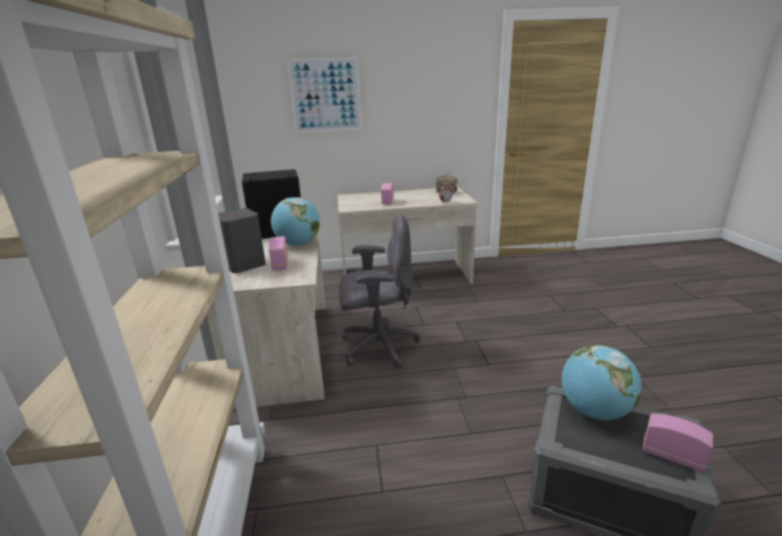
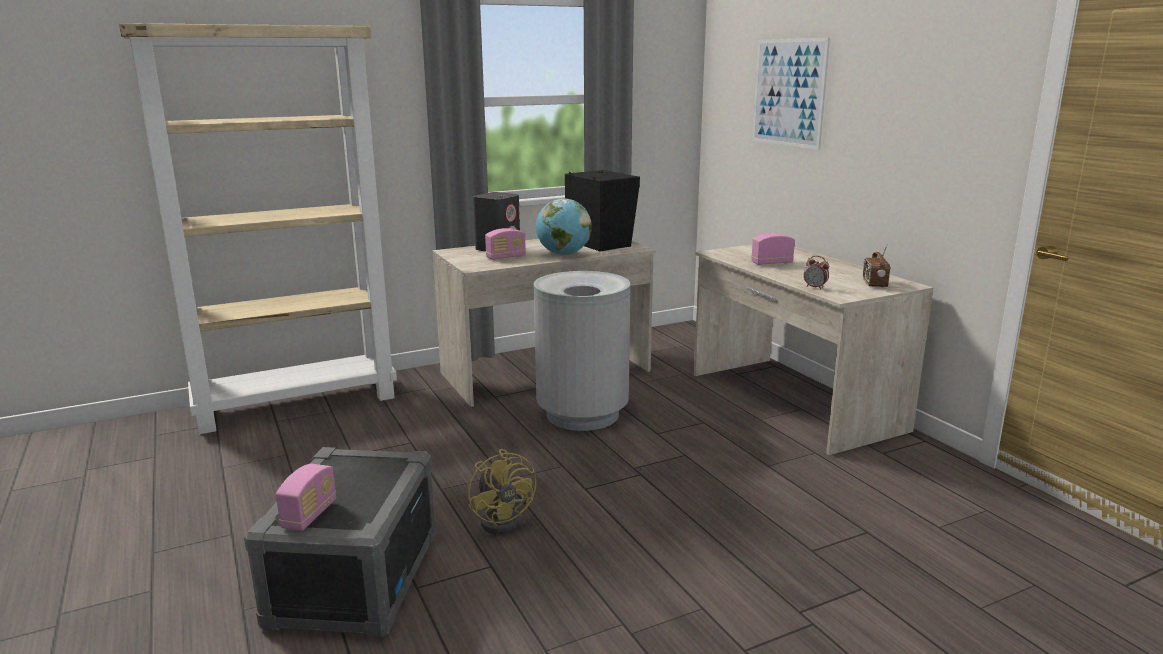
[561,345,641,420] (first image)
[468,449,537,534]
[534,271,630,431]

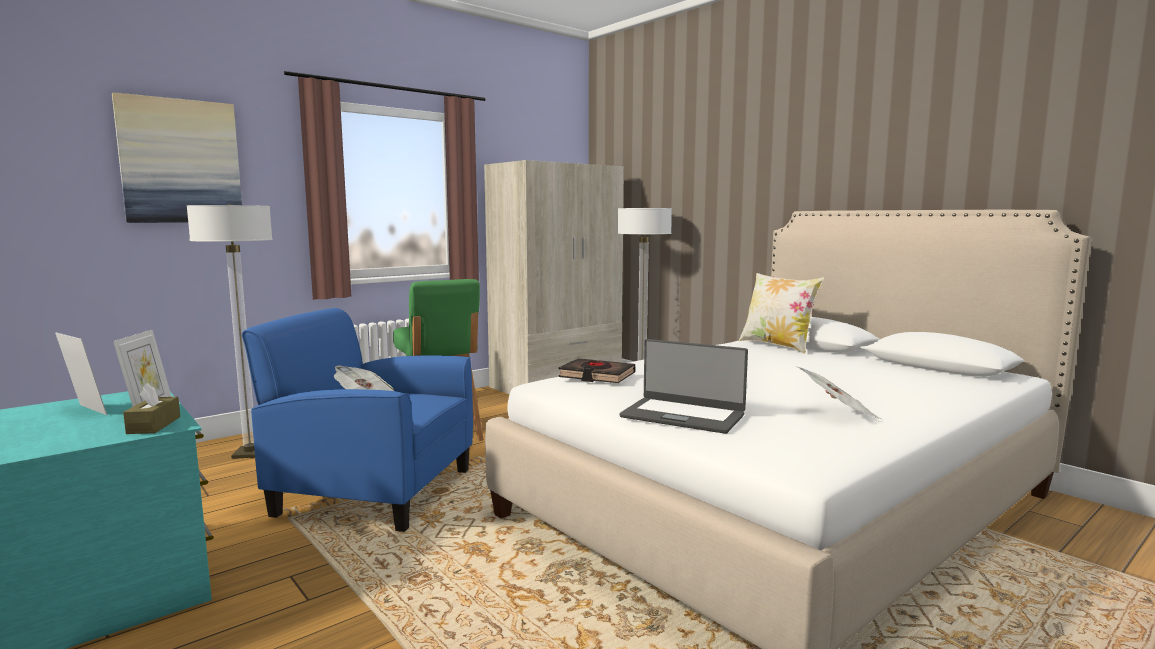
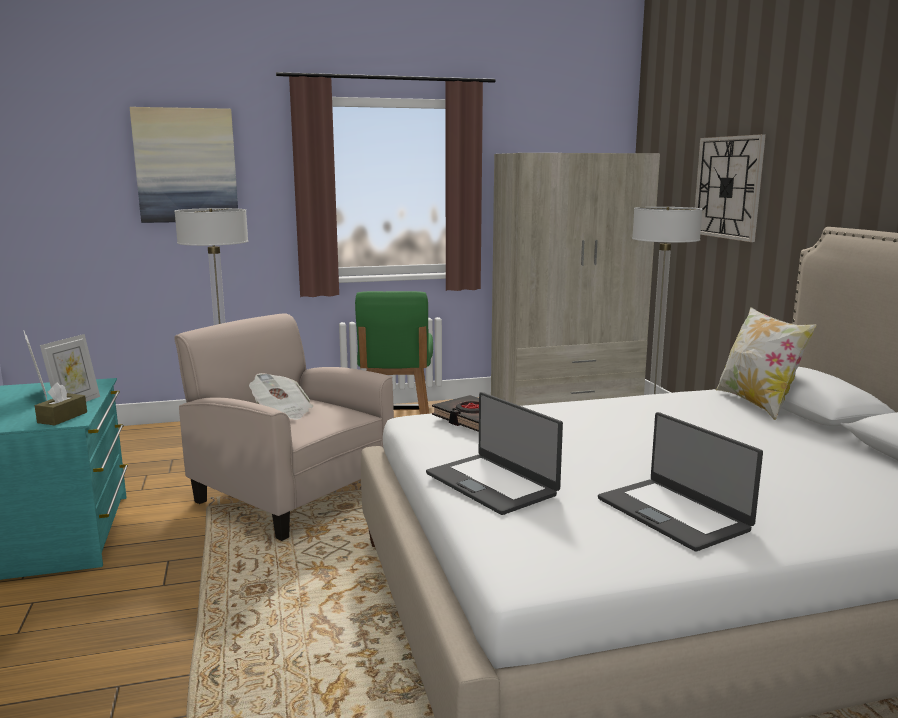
[695,134,766,242]
[598,412,763,552]
[174,313,394,541]

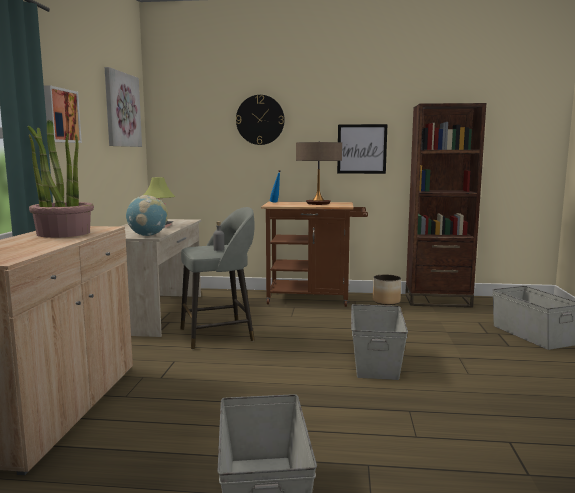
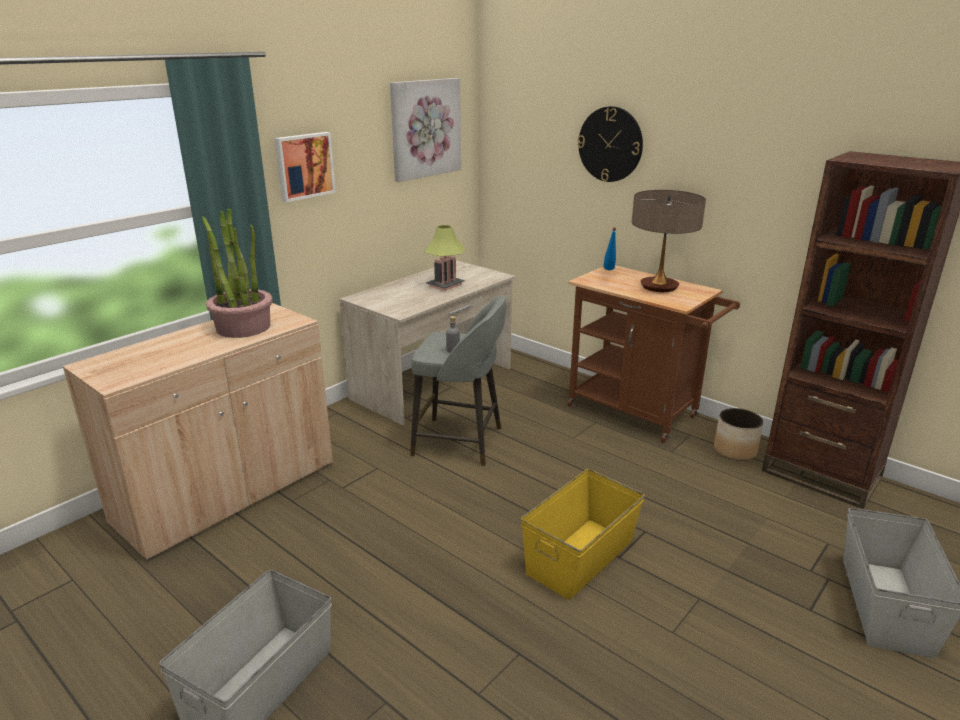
[126,195,168,236] (first image)
[337,124,387,174] (first image)
[521,469,645,600]

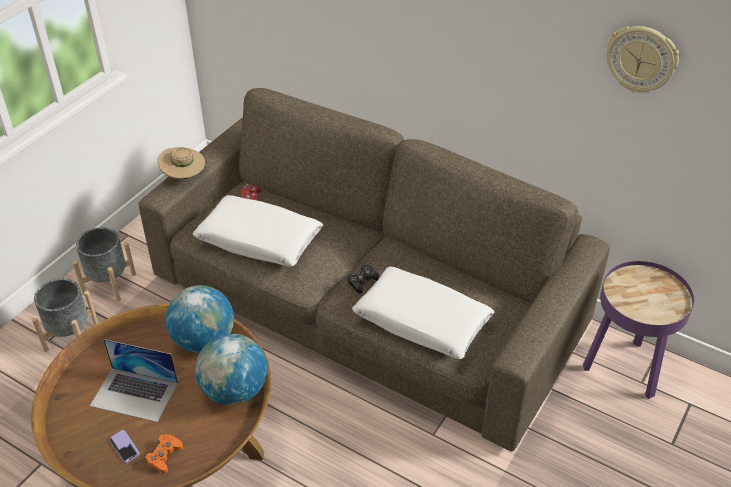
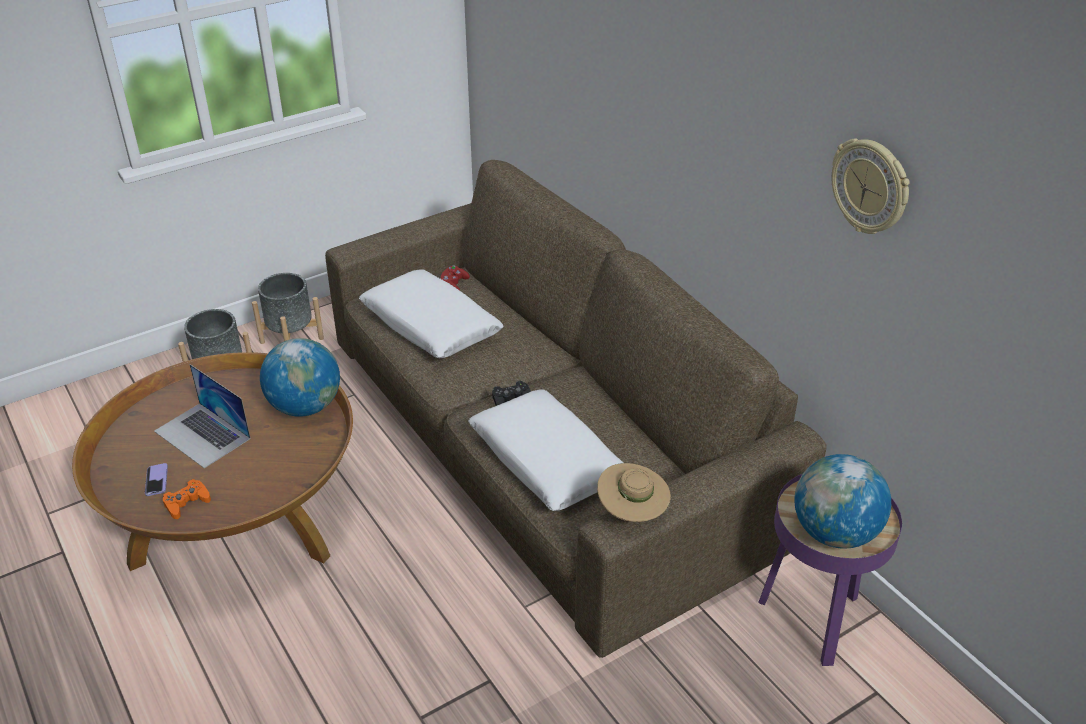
[597,463,671,522]
[794,454,891,548]

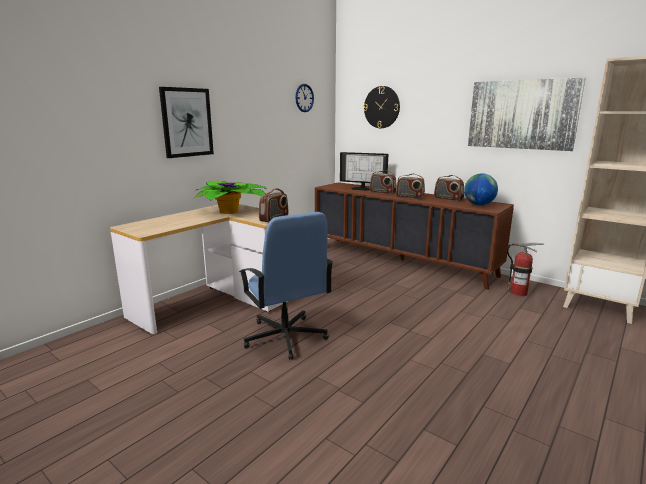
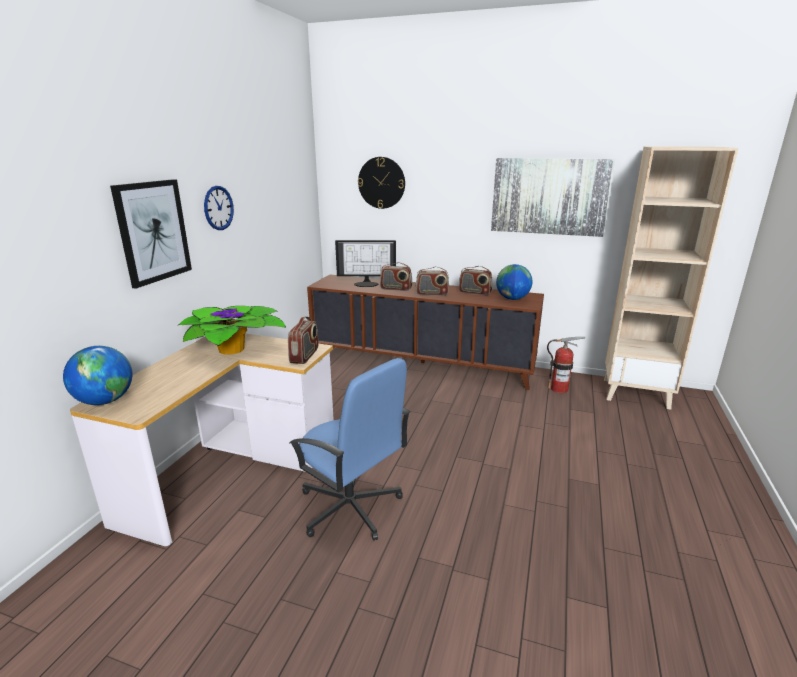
[63,346,133,405]
[204,186,234,230]

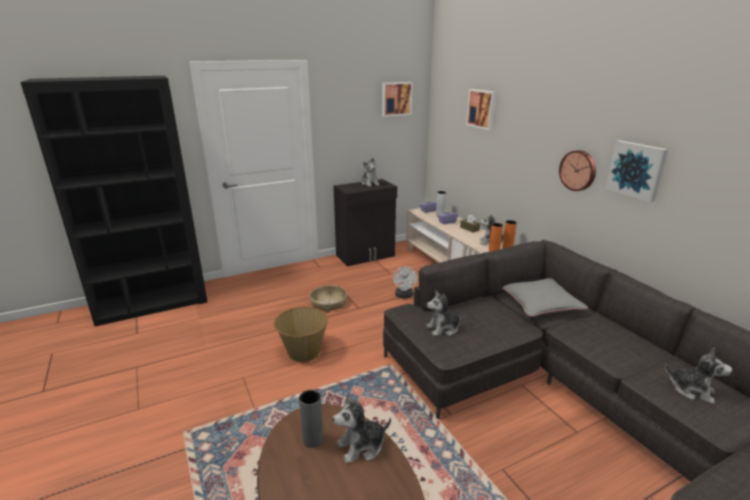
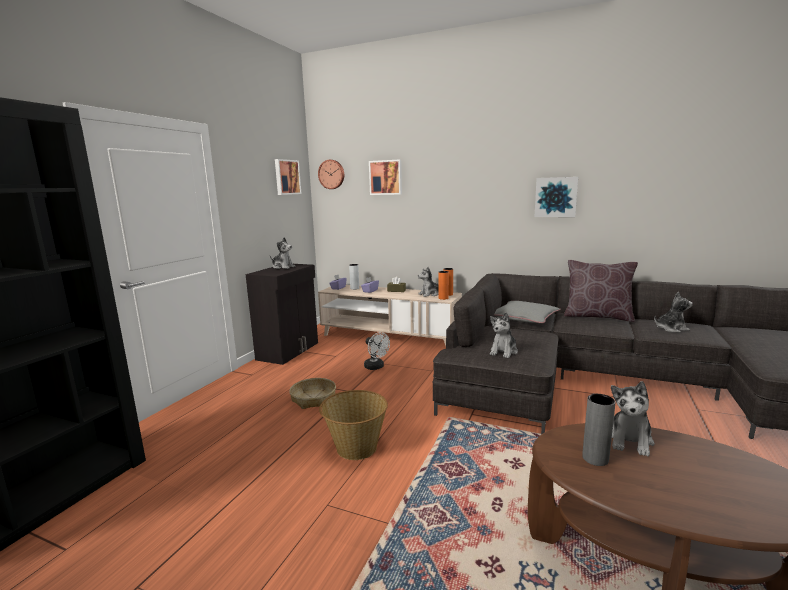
[564,260,638,322]
[318,160,344,189]

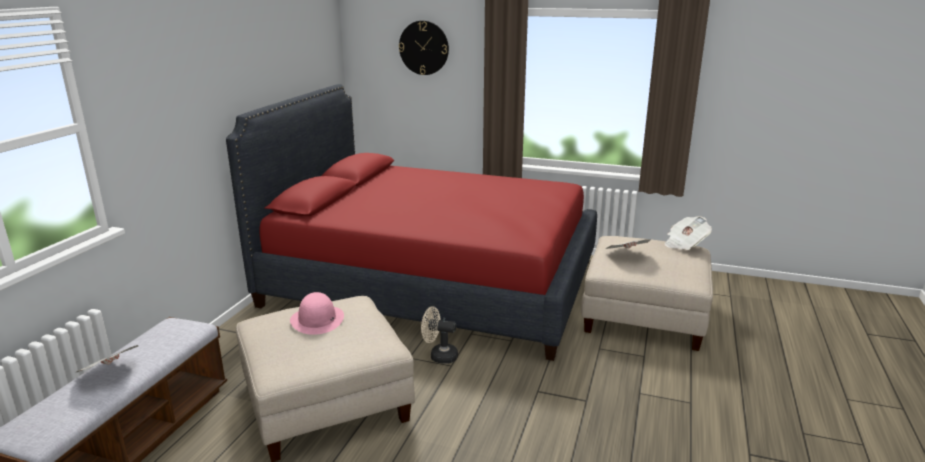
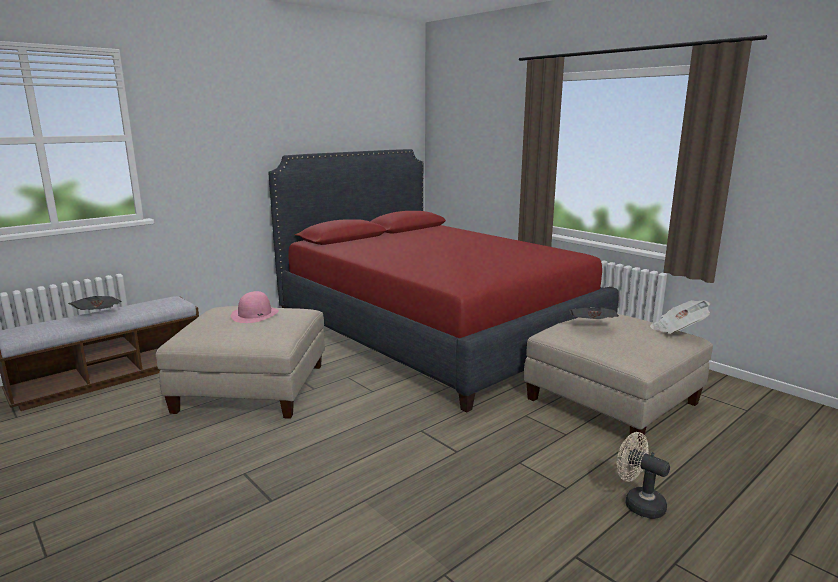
[399,21,449,75] (first image)
[617,432,670,519]

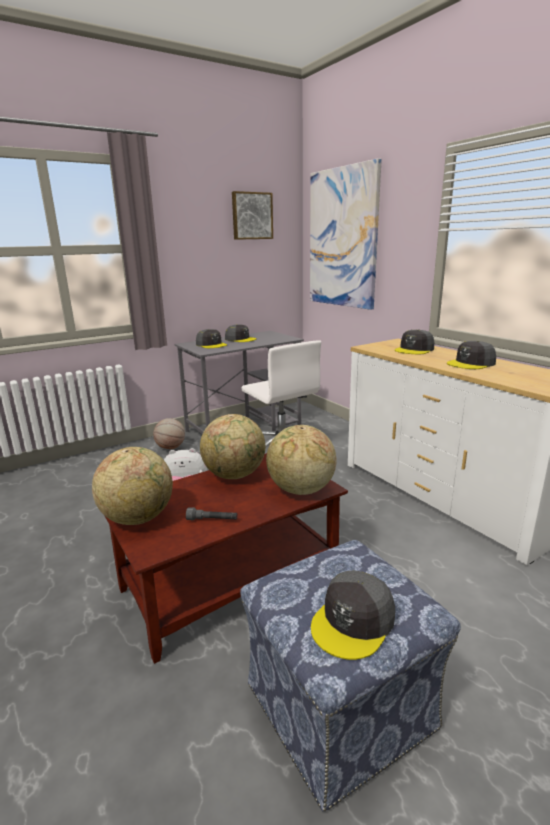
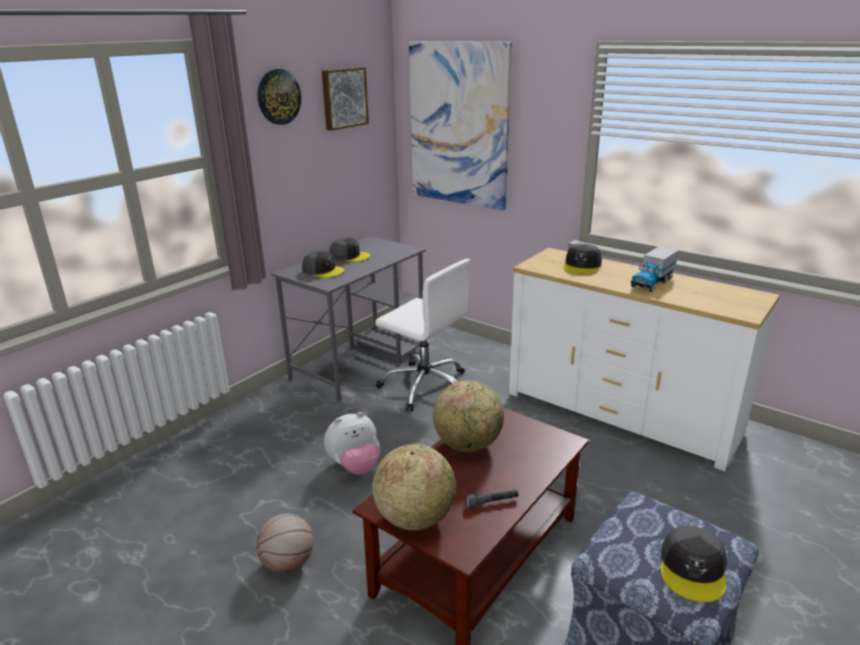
[266,425,337,495] (first image)
[258,69,301,125]
[256,514,314,573]
[631,247,678,292]

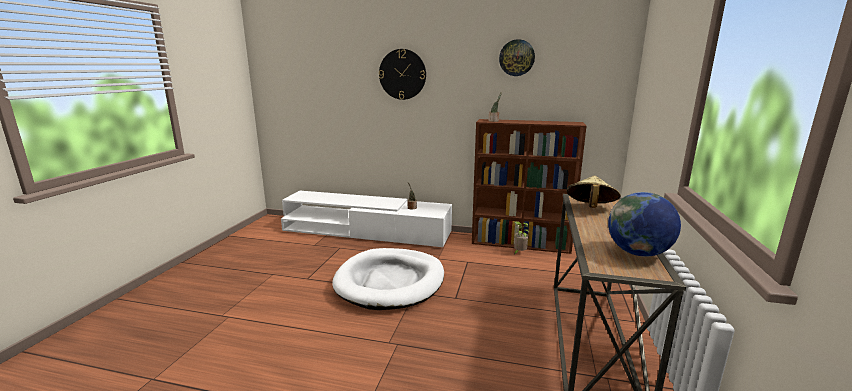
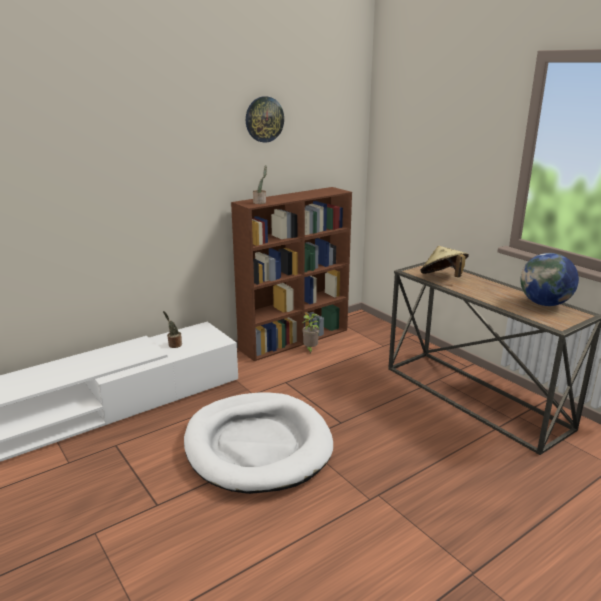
[379,49,426,100] (first image)

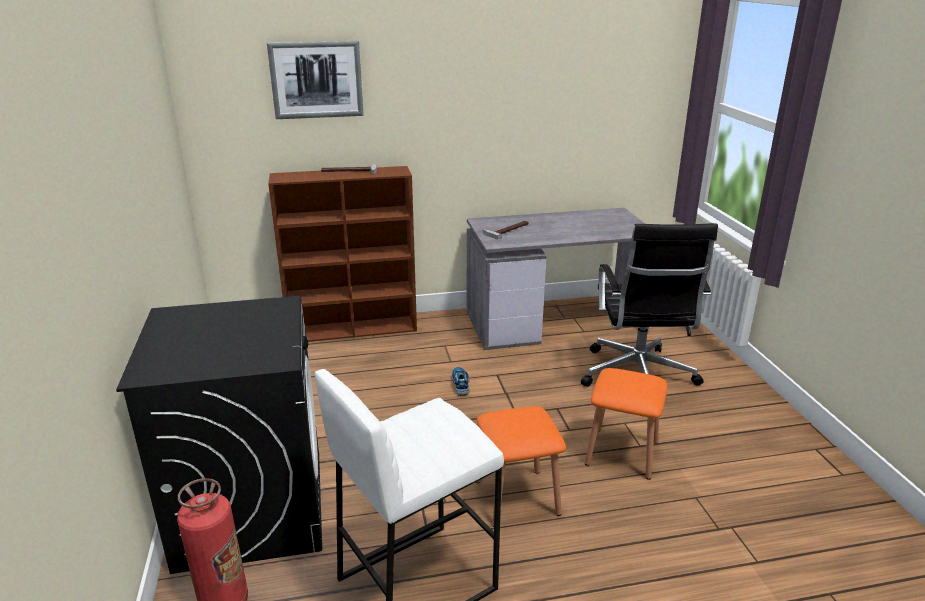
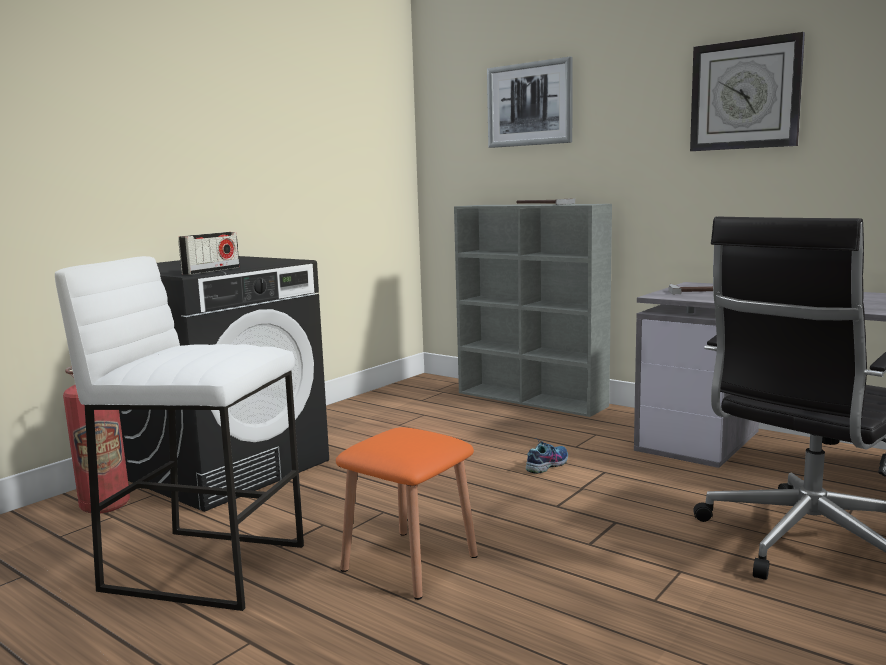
[585,368,667,480] (first image)
[178,232,239,275]
[690,32,805,151]
[454,204,612,417]

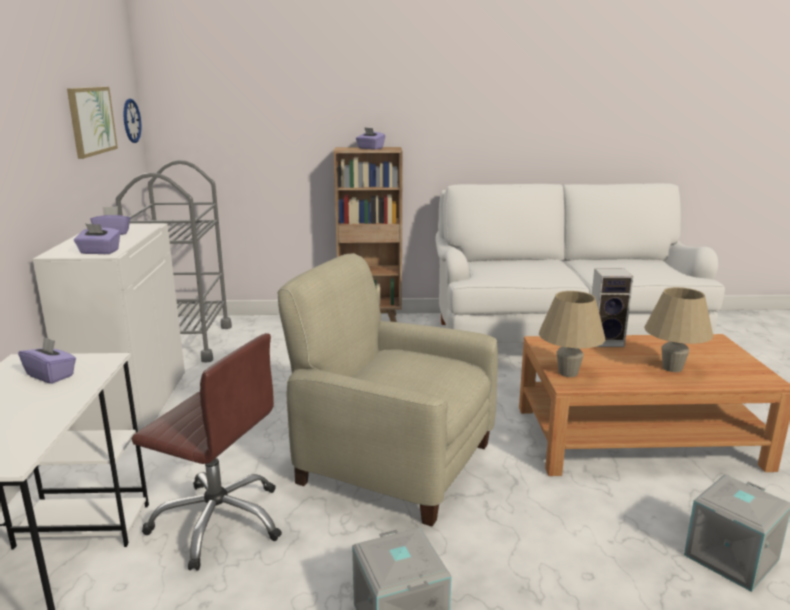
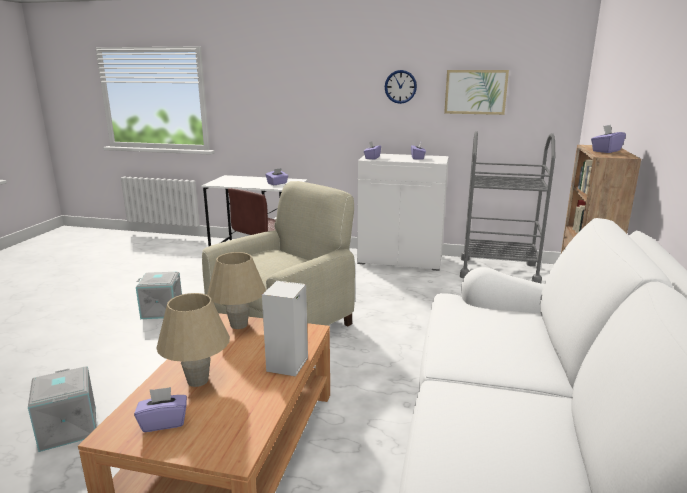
[134,387,187,432]
[385,70,417,104]

